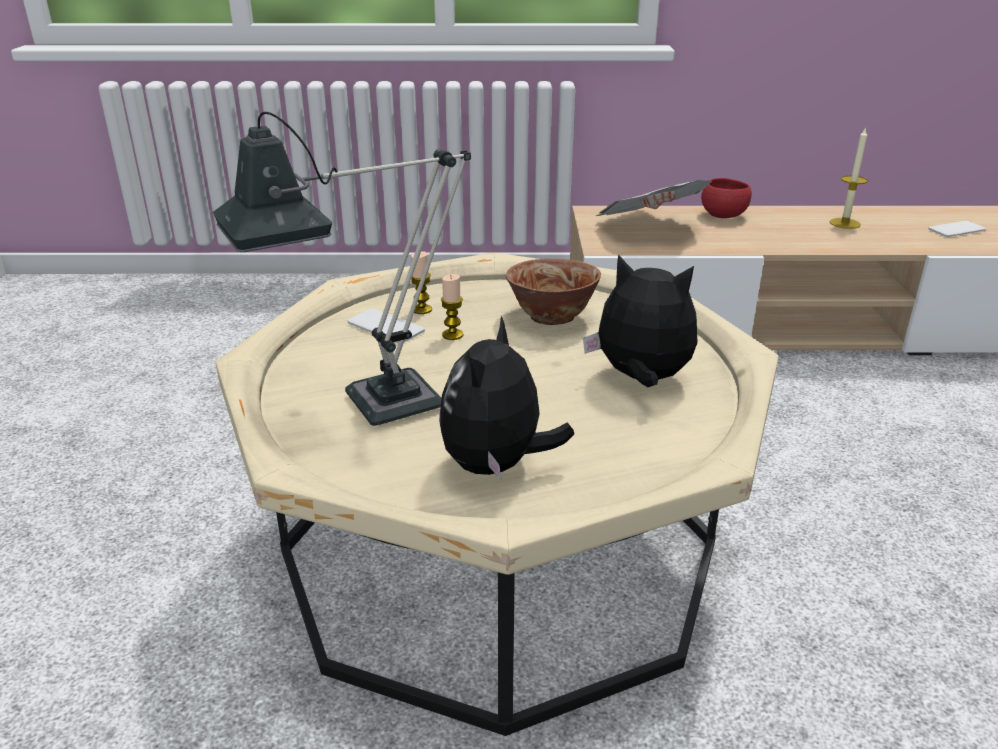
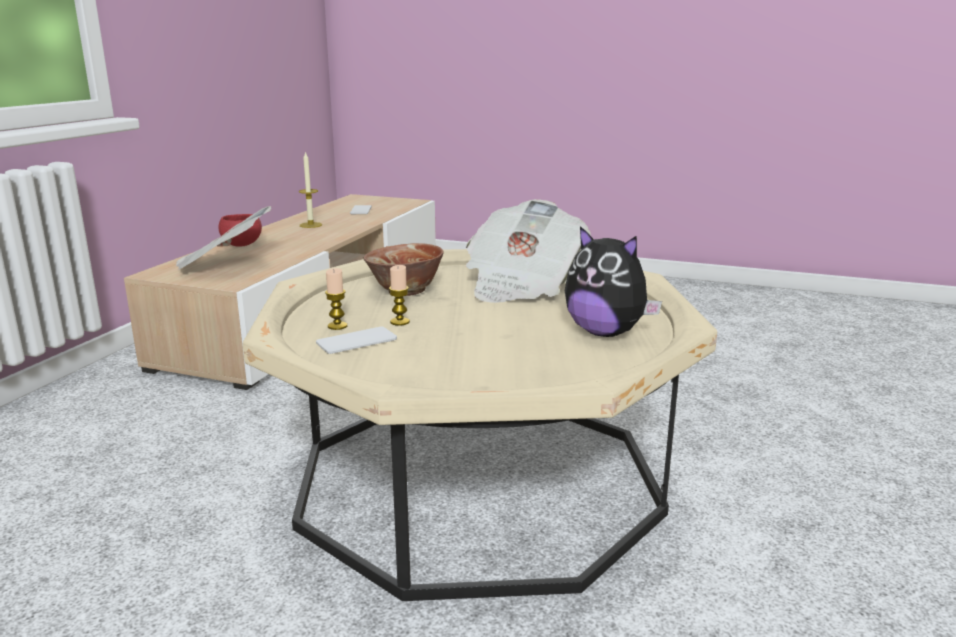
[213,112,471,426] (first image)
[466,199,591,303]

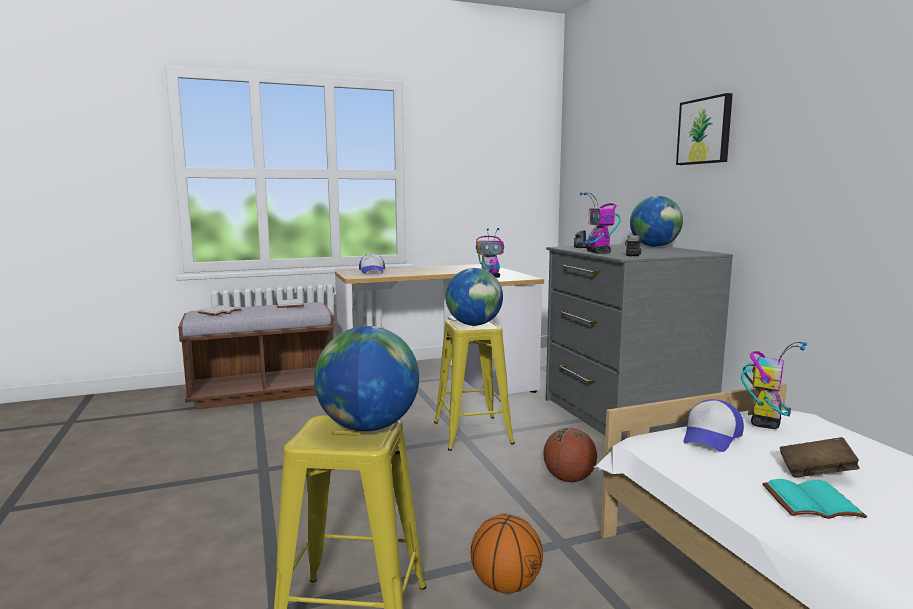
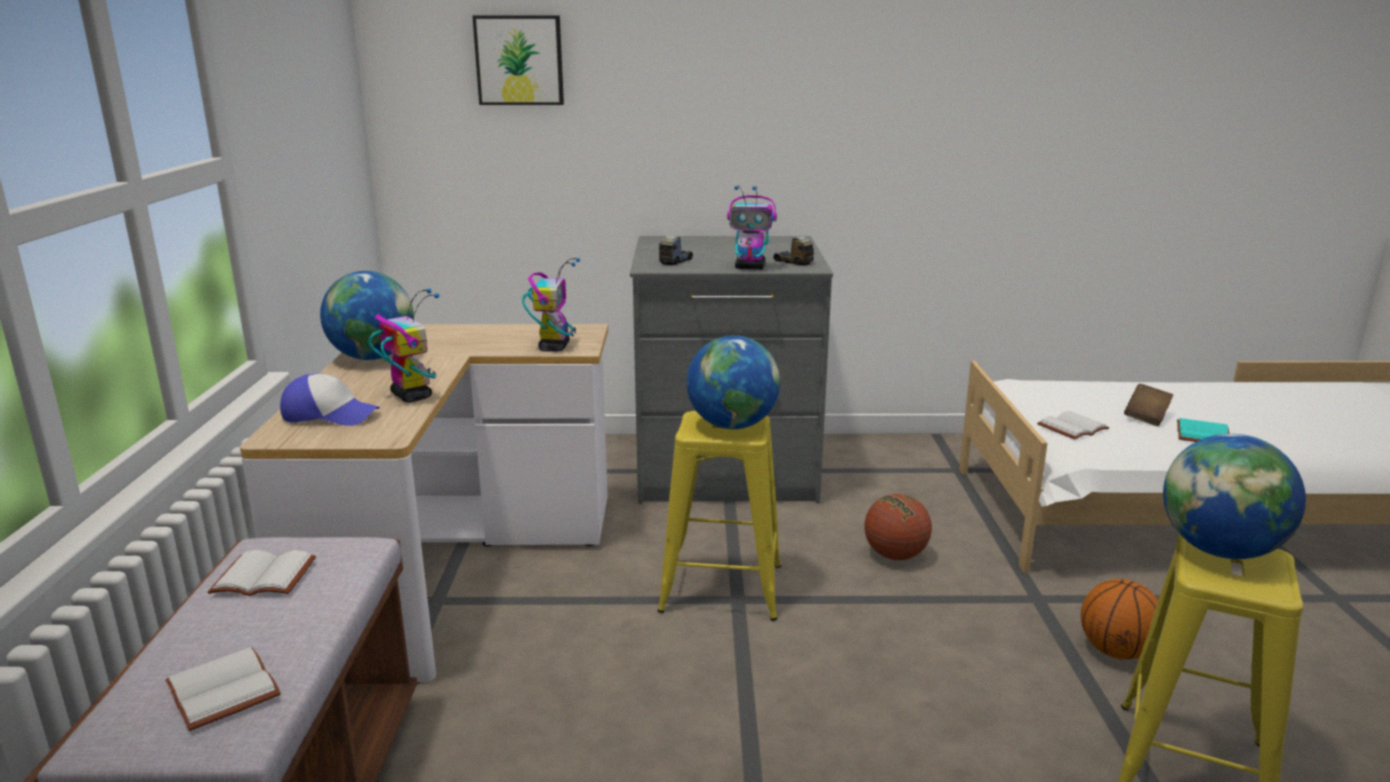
[320,271,414,360]
[472,15,564,105]
[368,289,439,402]
[1037,411,1109,439]

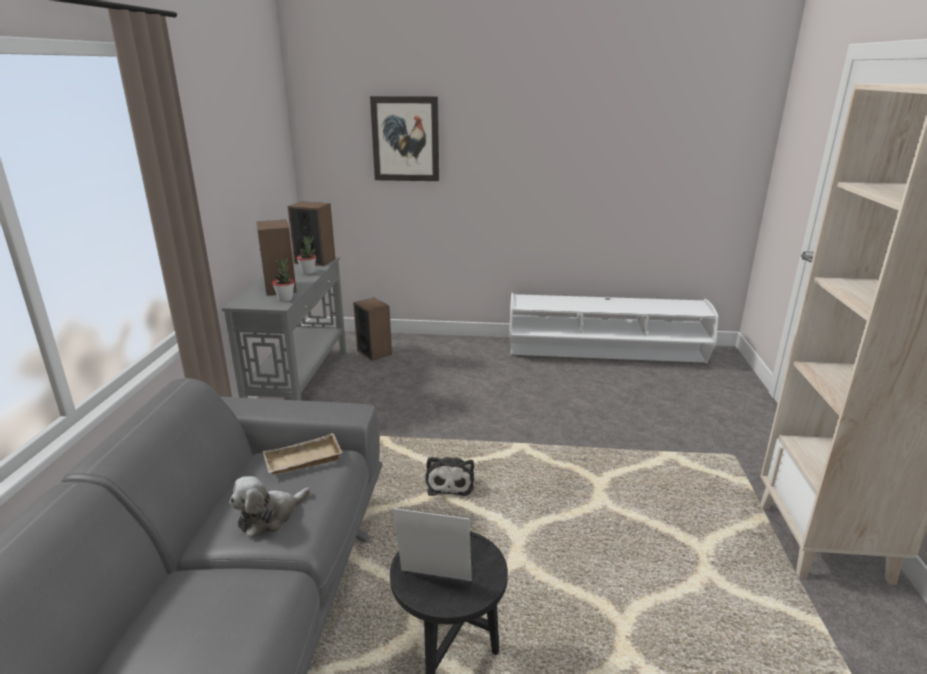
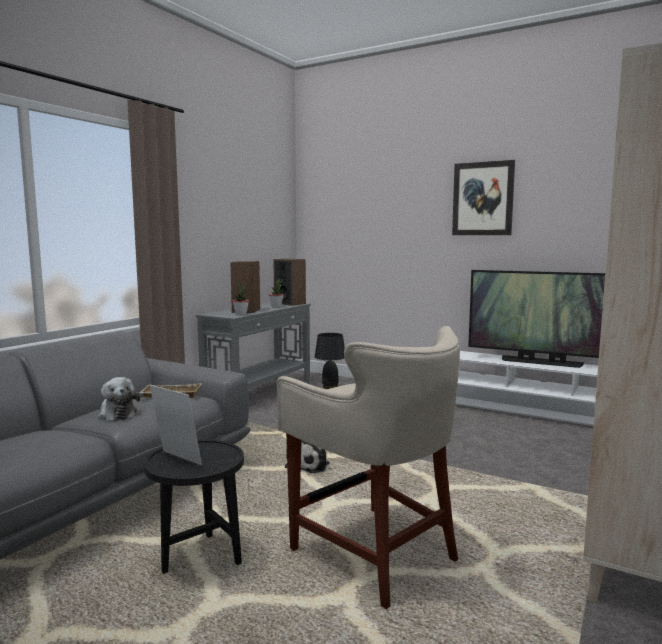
[277,326,460,609]
[468,270,605,368]
[452,160,515,235]
[315,333,345,389]
[98,377,140,421]

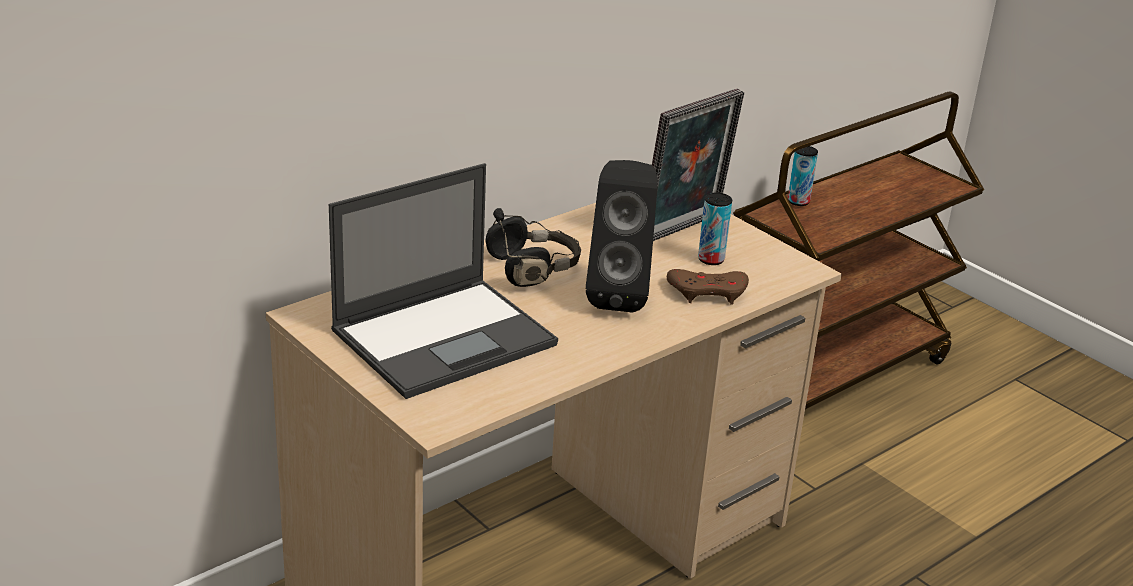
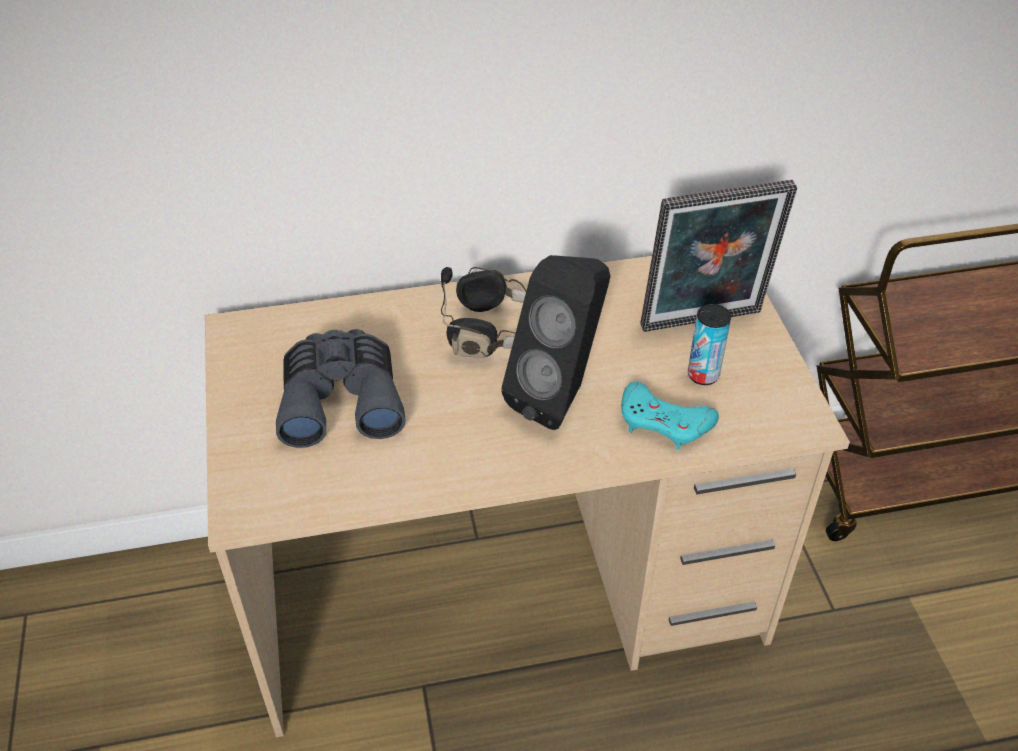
[788,146,818,206] (first image)
[276,329,405,448]
[621,382,719,450]

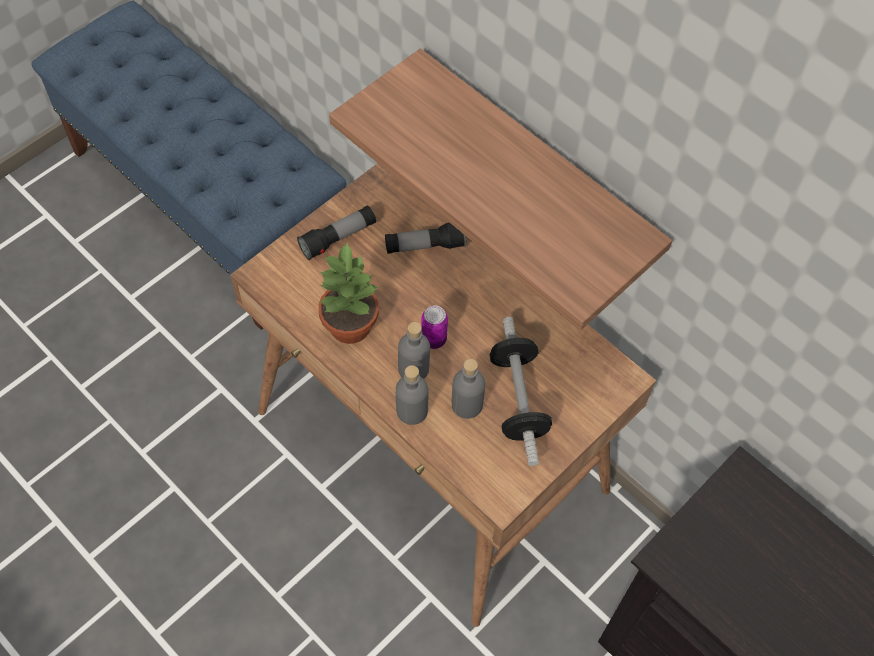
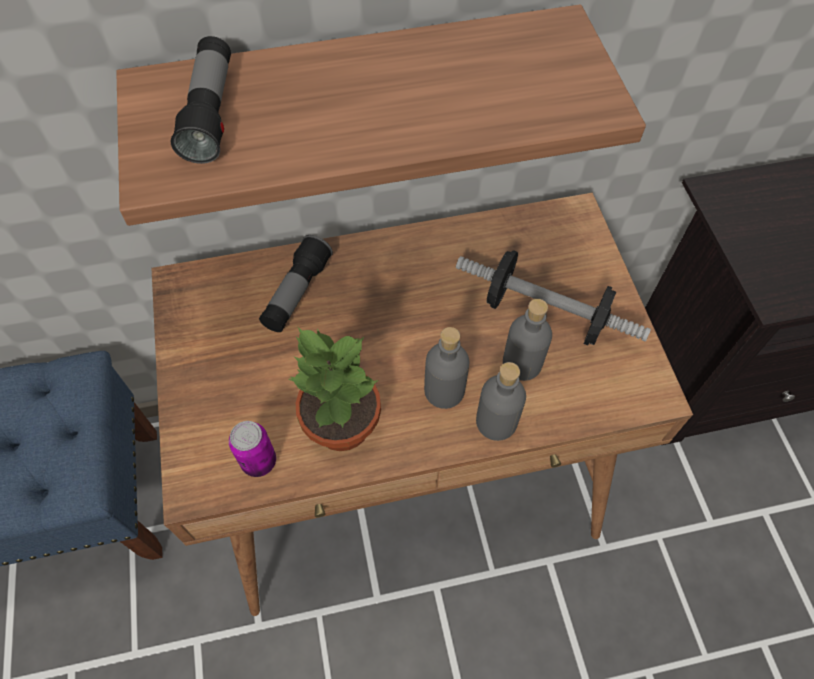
[171,36,231,164]
[229,421,276,477]

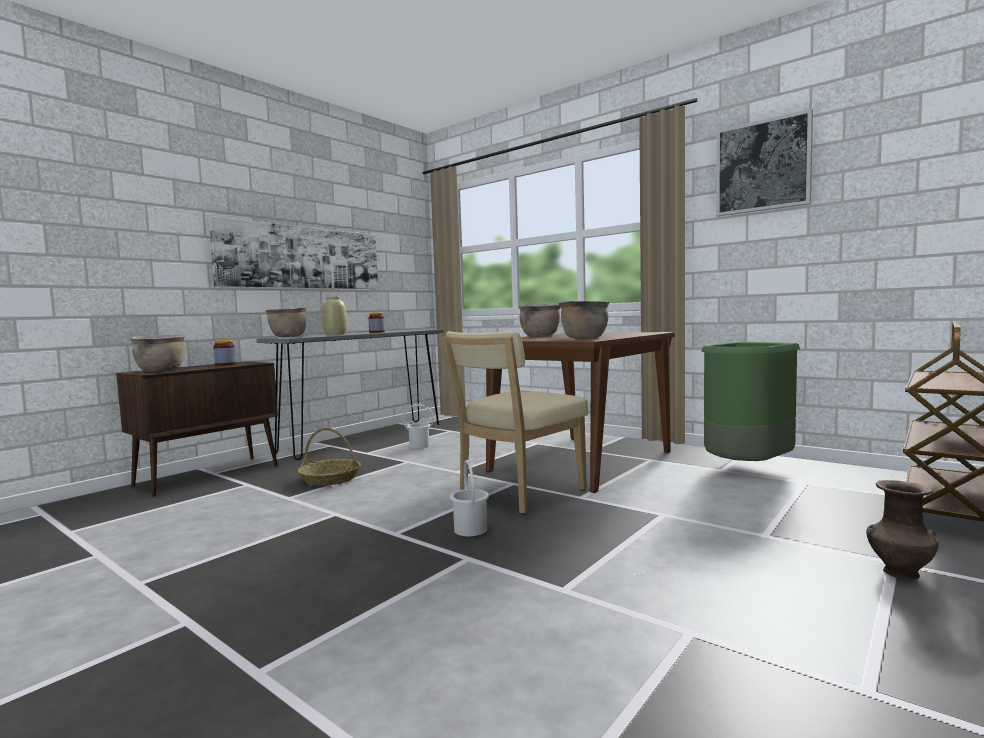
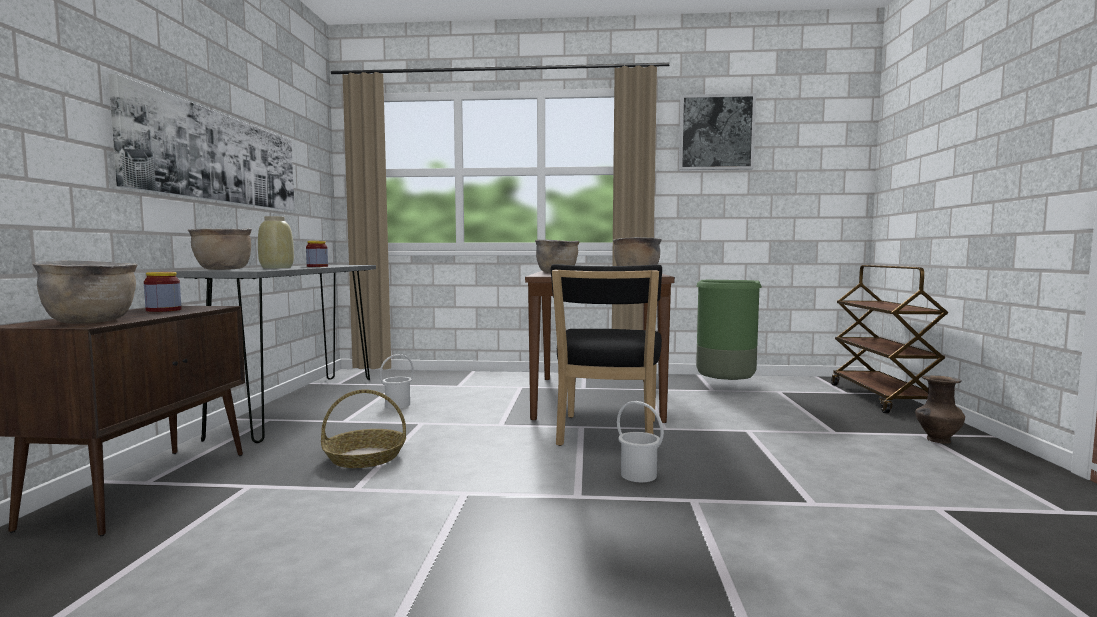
[550,264,662,446]

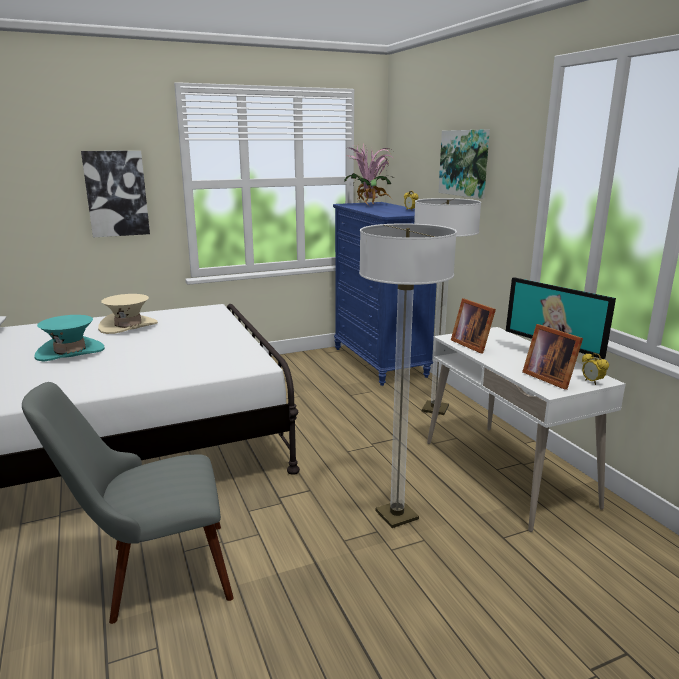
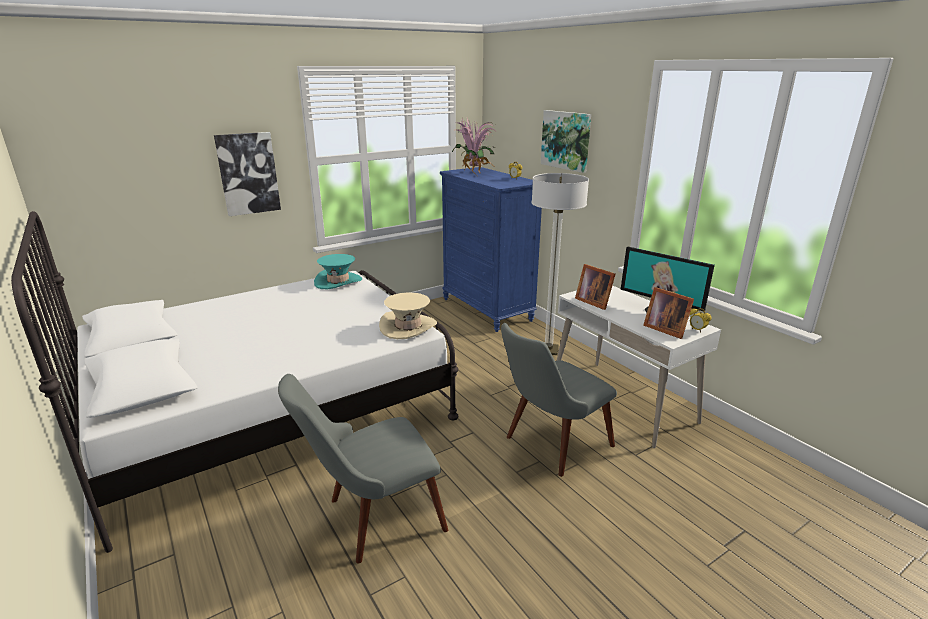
[314,254,362,289]
[379,292,437,339]
[501,323,617,477]

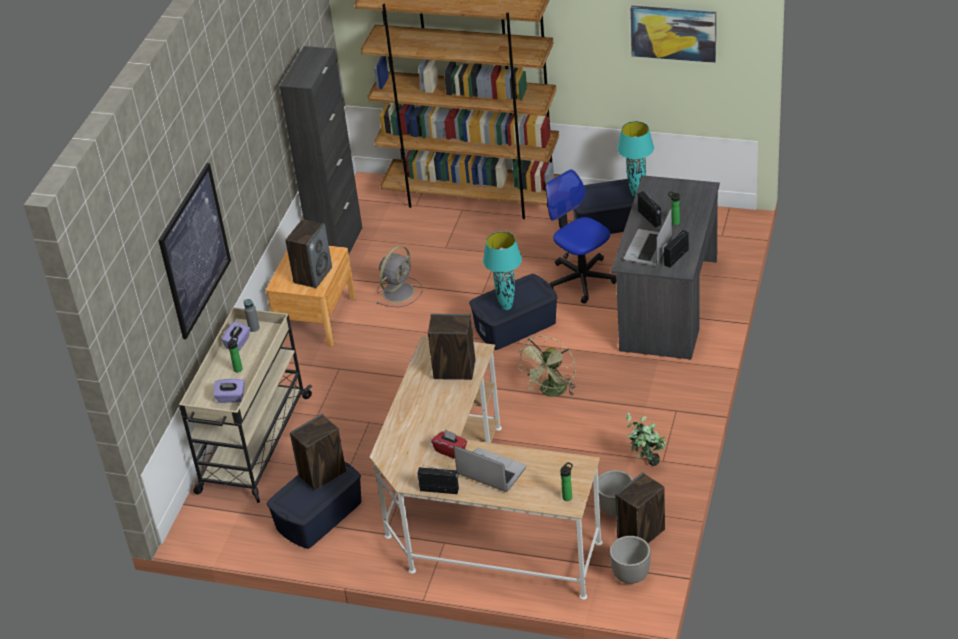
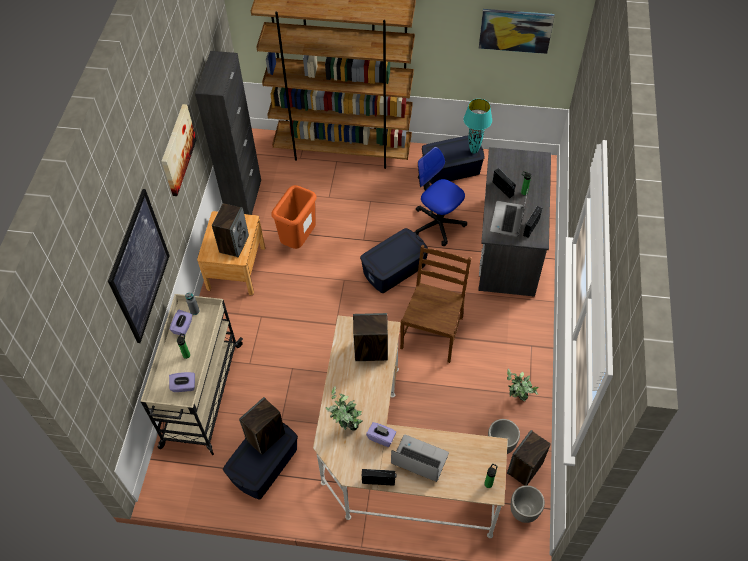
[483,231,522,310] (first image)
[161,104,196,196]
[326,386,363,431]
[271,185,317,249]
[400,245,471,363]
[366,422,396,447]

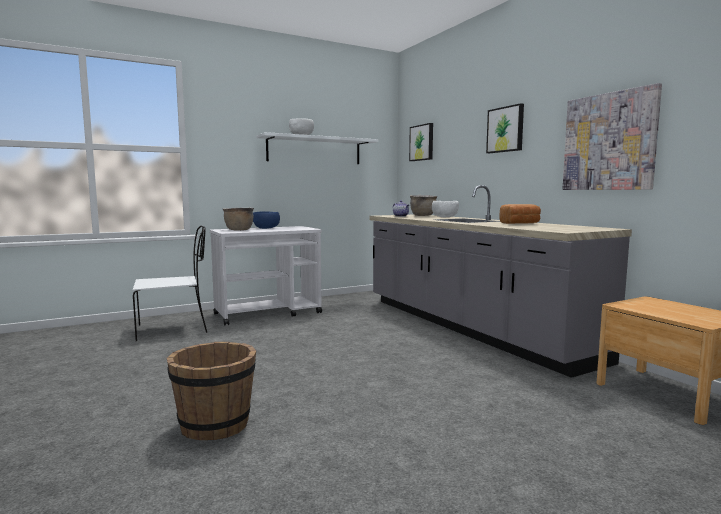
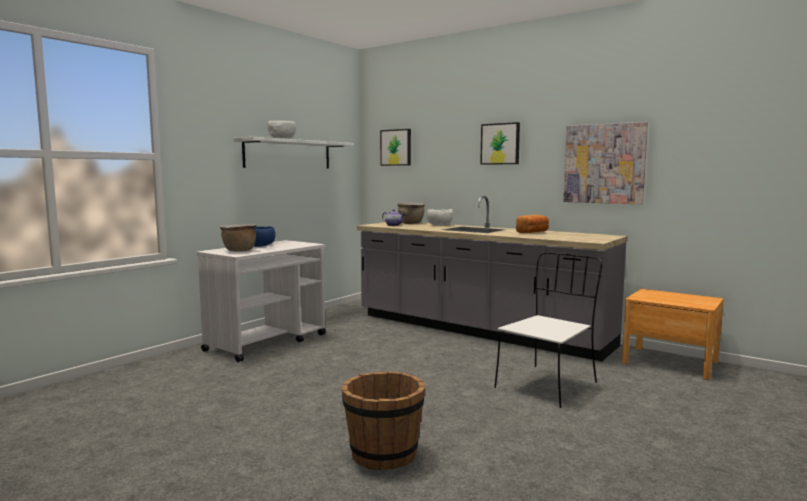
[494,252,602,408]

